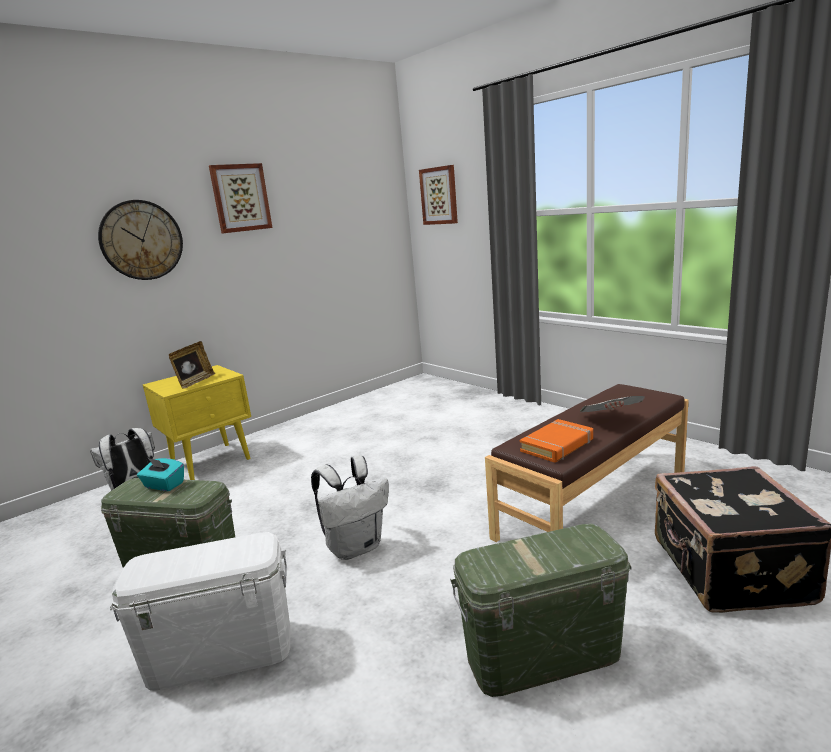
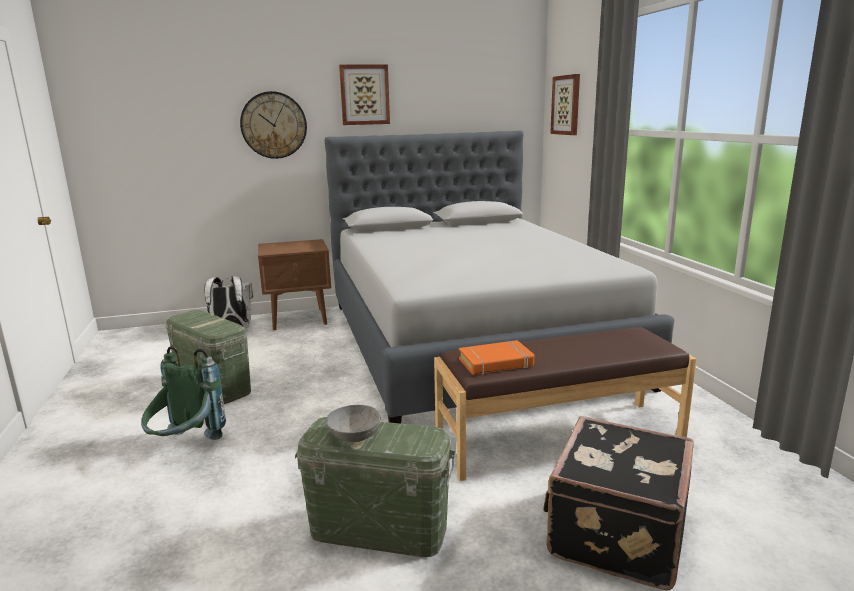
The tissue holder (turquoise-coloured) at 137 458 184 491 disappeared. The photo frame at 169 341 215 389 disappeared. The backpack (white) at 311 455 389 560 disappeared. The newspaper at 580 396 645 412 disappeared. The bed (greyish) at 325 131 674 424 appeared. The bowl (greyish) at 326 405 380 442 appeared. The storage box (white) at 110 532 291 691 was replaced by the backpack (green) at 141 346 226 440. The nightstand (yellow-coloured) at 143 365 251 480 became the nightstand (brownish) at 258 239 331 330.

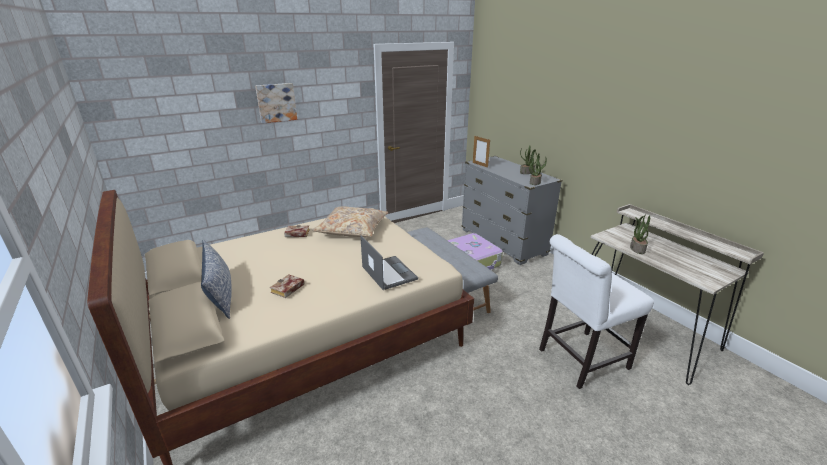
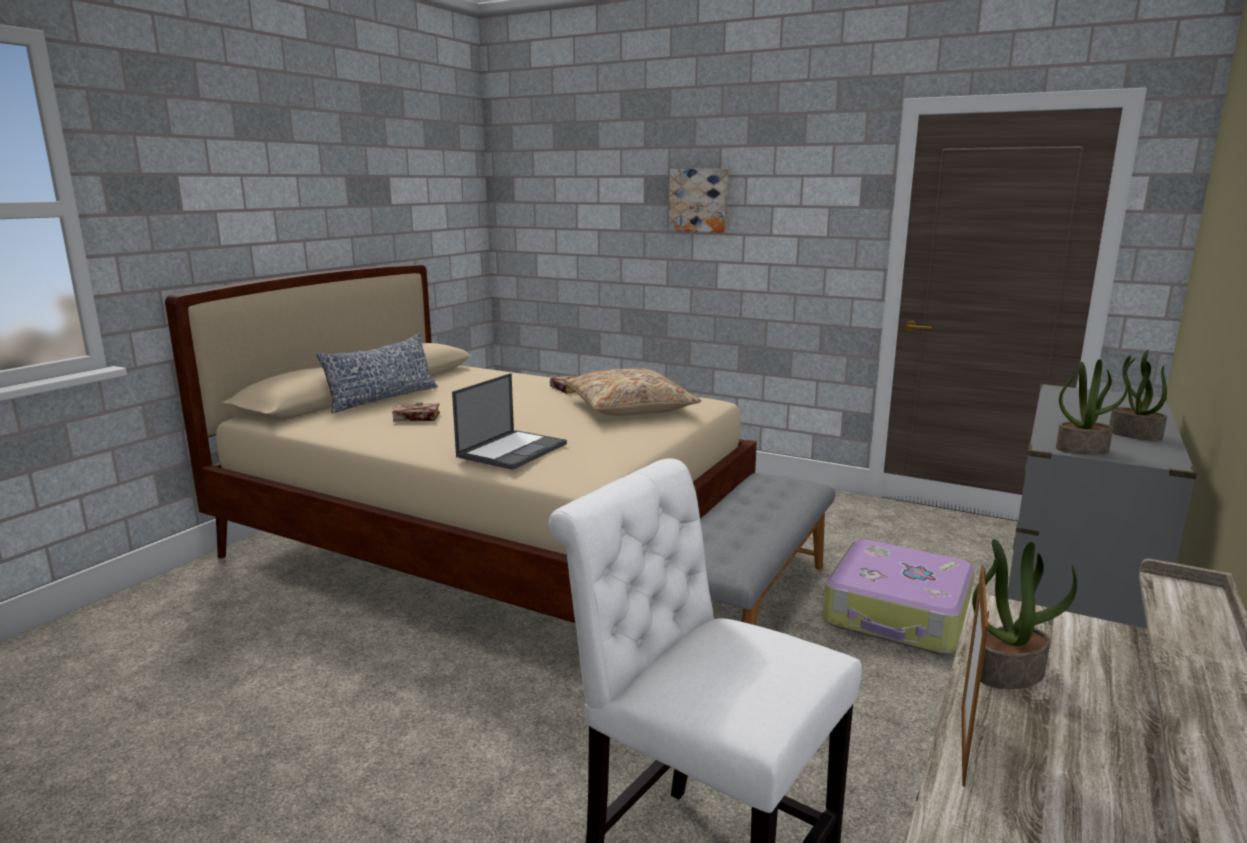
The photo frame moved from 473 136 490 168 to 961 565 989 787.

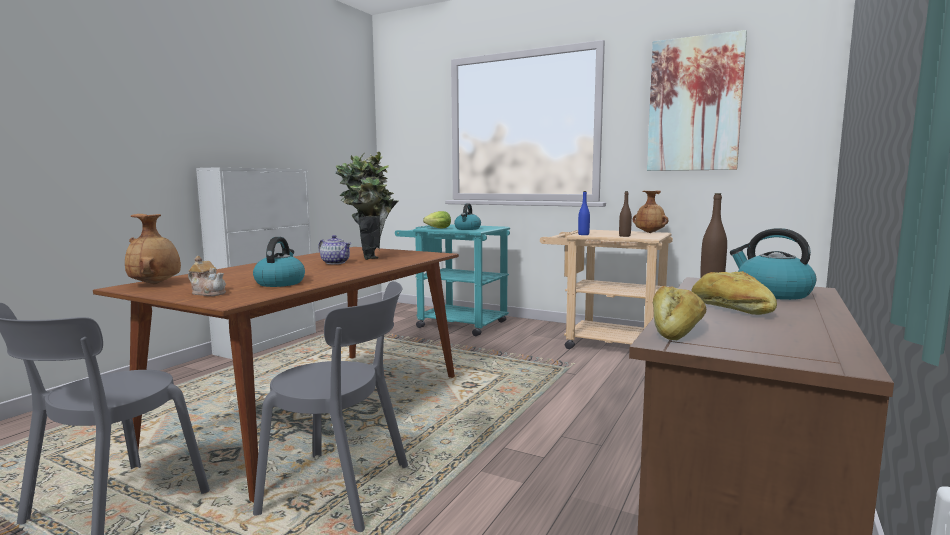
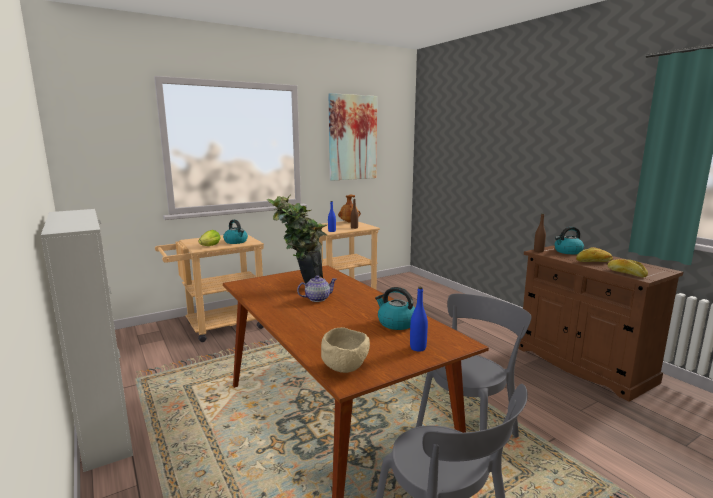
The decorative vase (brownish) at 125 214 181 284 was replaced by the bowl (sand-coloured) at 321 327 370 373. The tea pot at 188 256 226 296 was replaced by the beverage bottle (blue-coloured) at 410 287 428 352. The trolley (turquoise-coloured) at 395 225 510 336 became the trolley (sand-coloured) at 155 234 264 342.

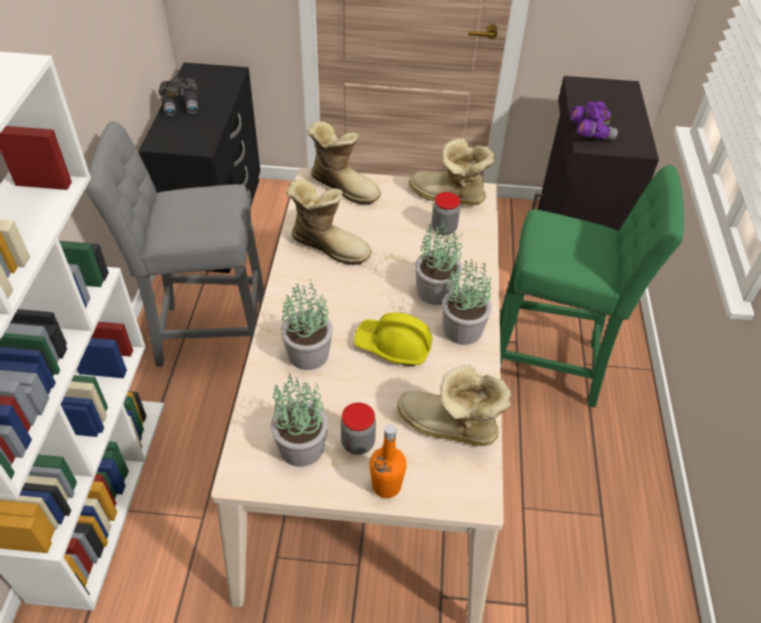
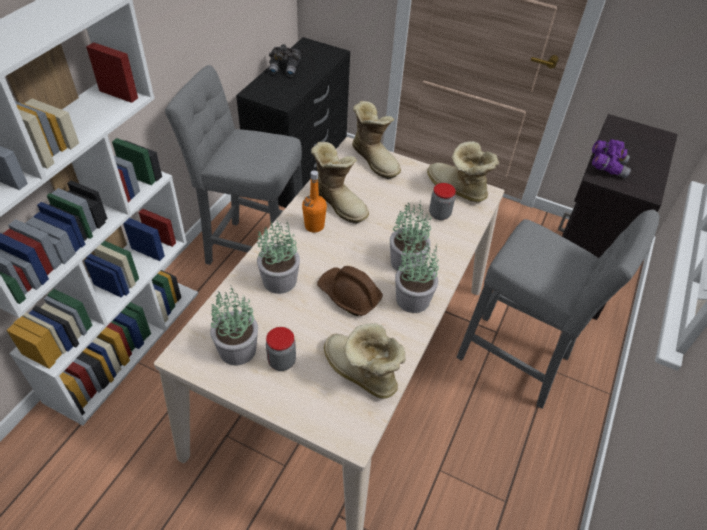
The beverage bottle (orange) moved from 369 424 407 498 to 302 170 327 233. The hard hat (yellow-coloured) at 354 312 433 367 became the hard hat (brownish) at 317 266 383 316. The stool (green) at 500 165 684 407 became the stool (greyish) at 456 210 660 409.

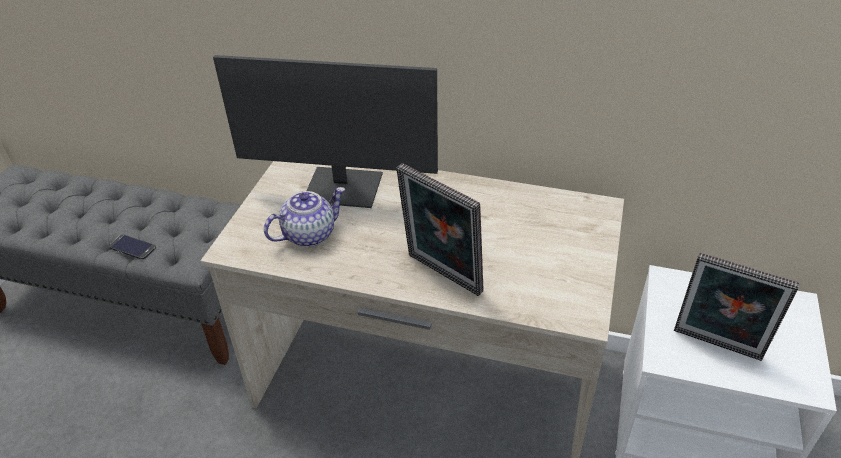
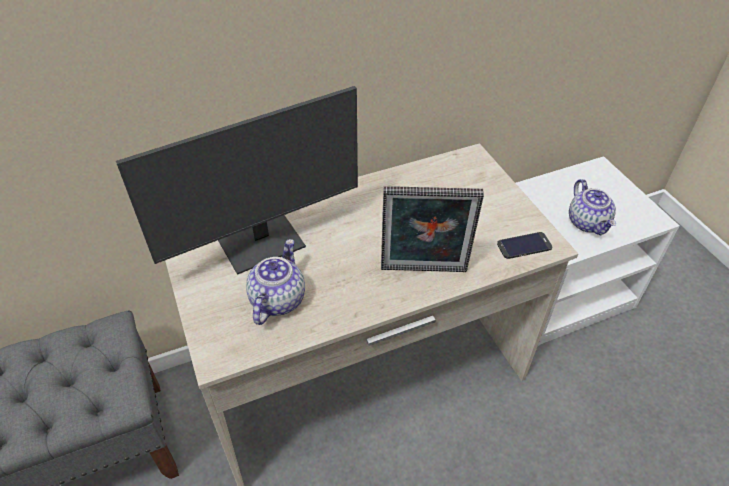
The handset moved from 109 235 156 259 to 497 232 552 259. The photo frame at 674 253 799 361 was replaced by the tea pot at 569 179 616 235.

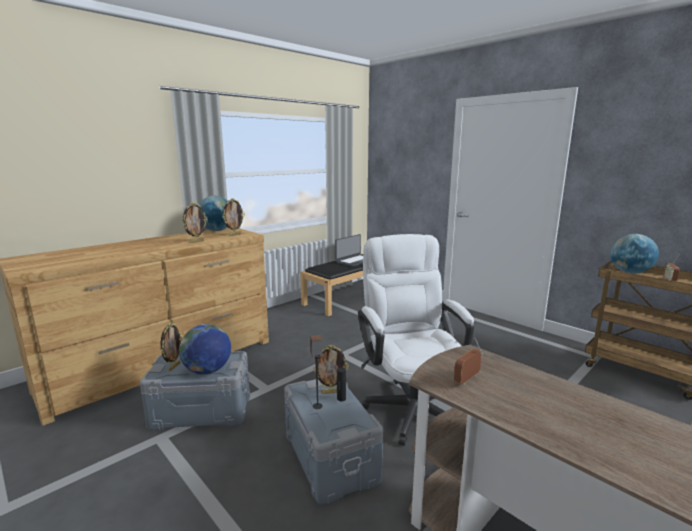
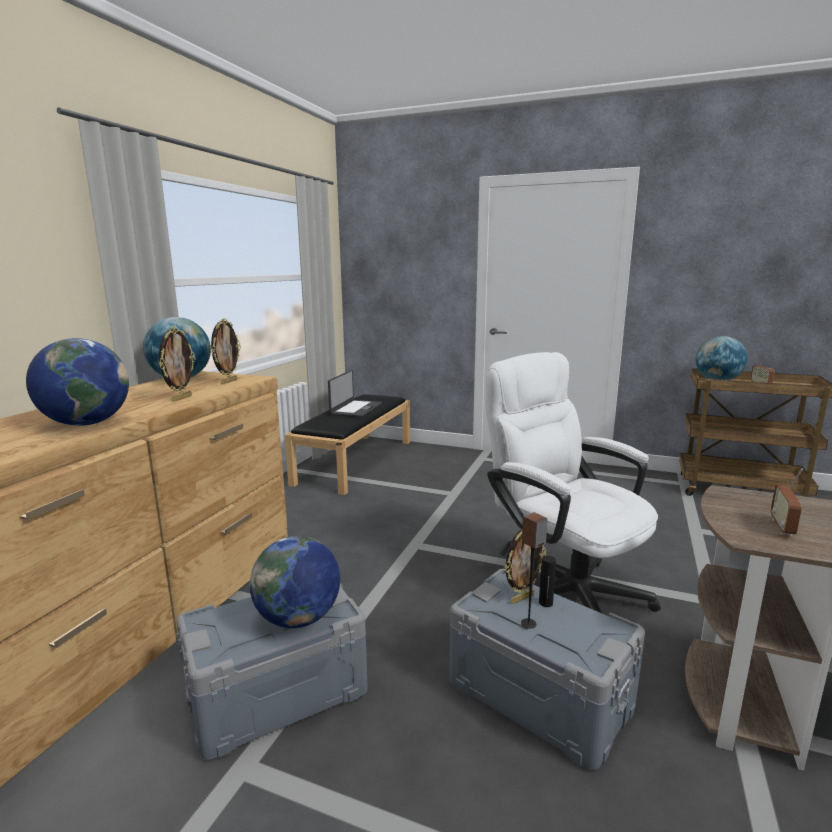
The photo frame at 161 323 182 371 disappeared. The world globe at 26 338 129 426 appeared.

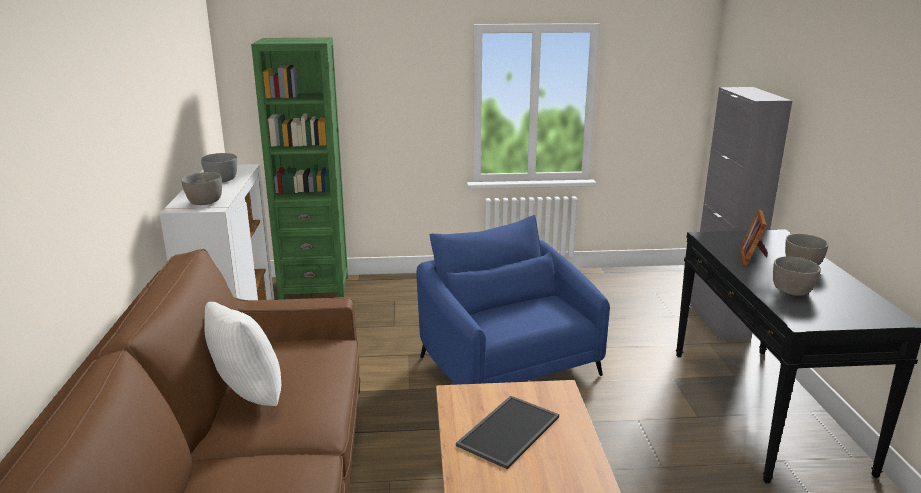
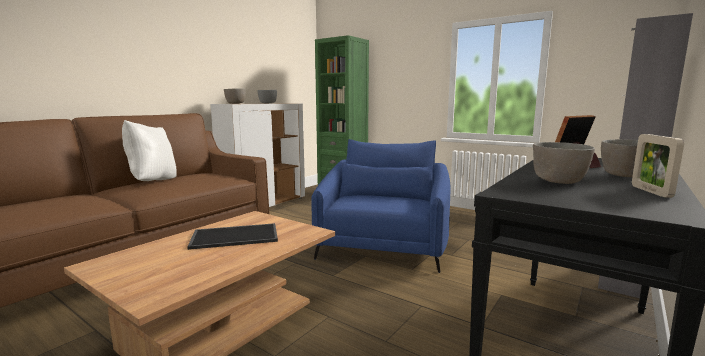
The photo frame at 632 134 684 198 appeared.

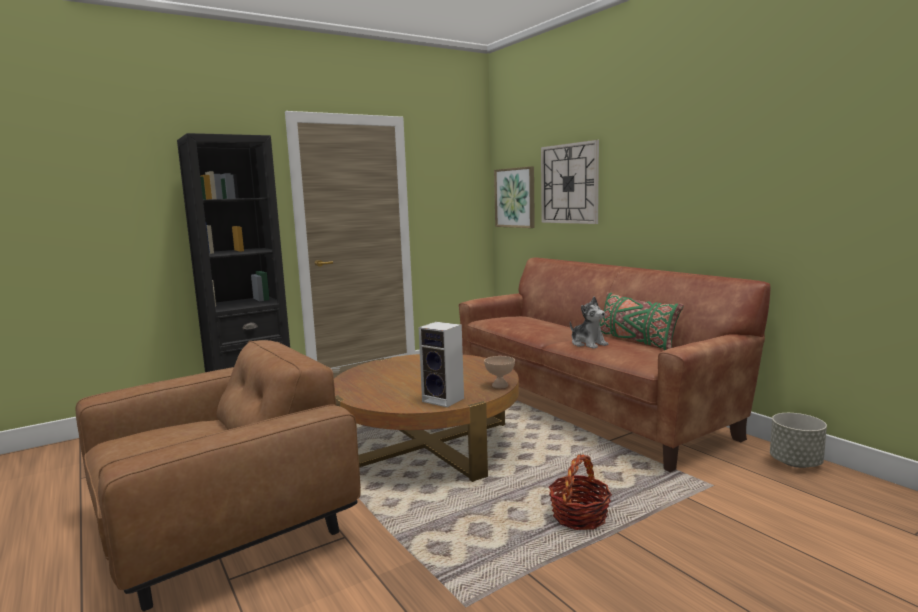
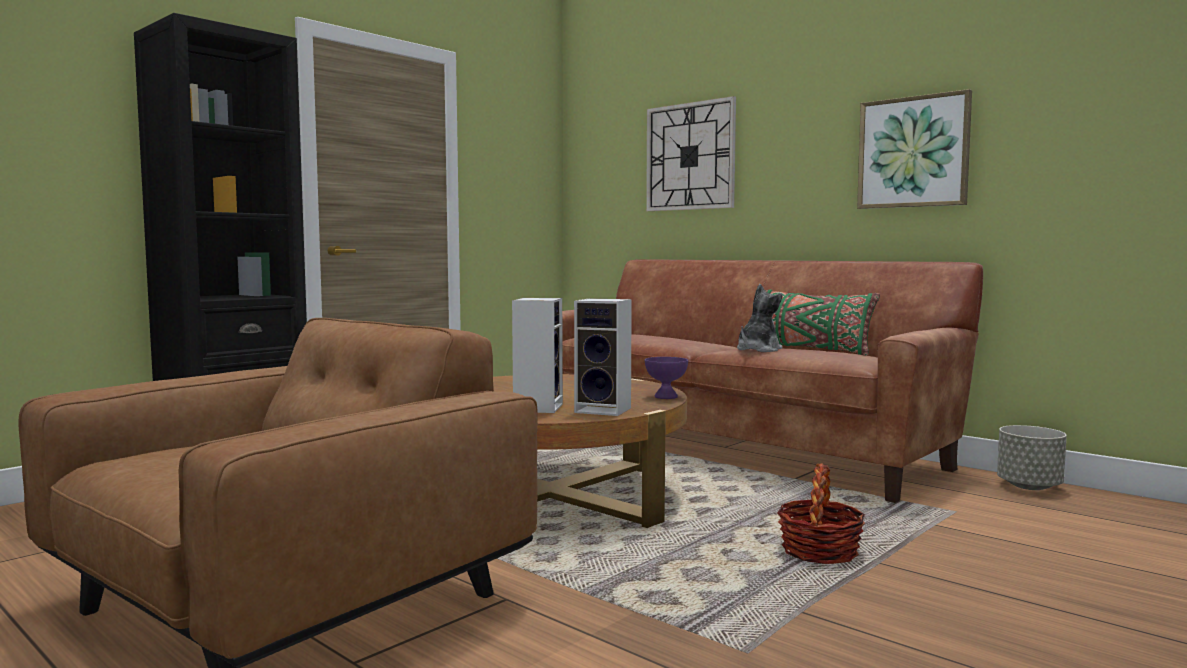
The audio speaker at 512 298 563 413 appeared. The wall picture moved from 494 166 535 228 to 857 89 972 209. The bowl (sand-coloured) at 484 356 515 388 became the bowl (purple) at 645 357 688 399. The cuddly toy at 570 297 608 349 turned 90 degrees counterclockwise.

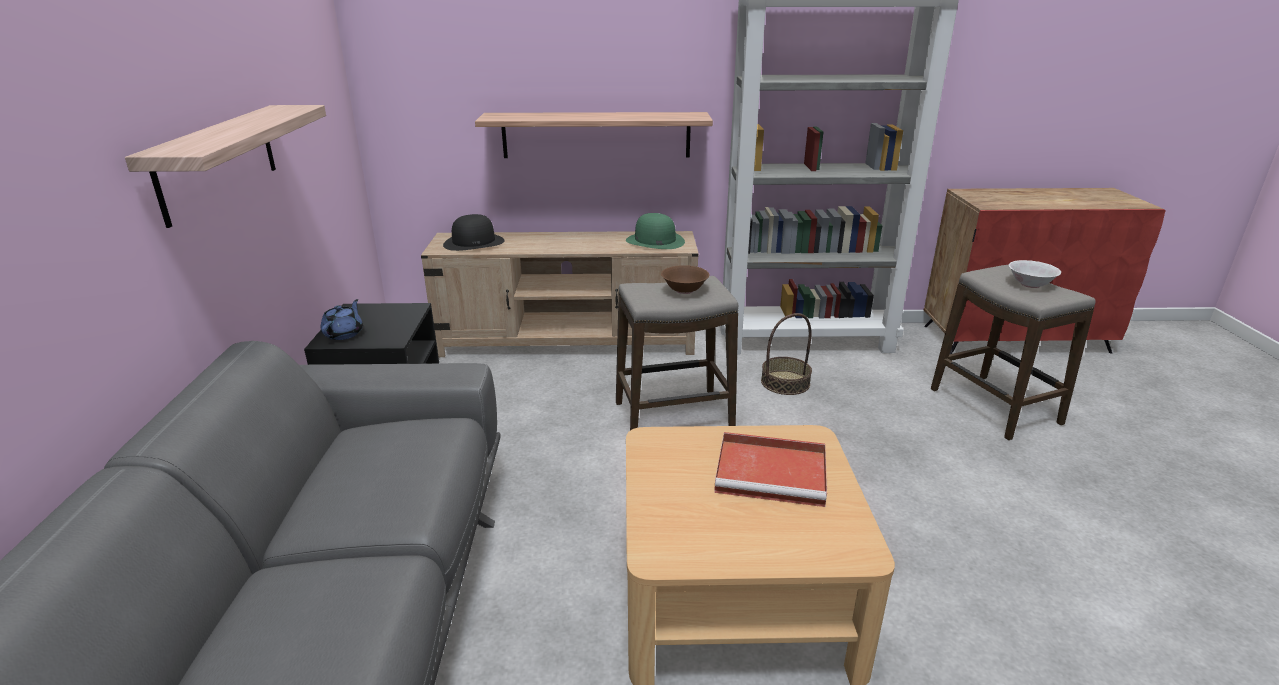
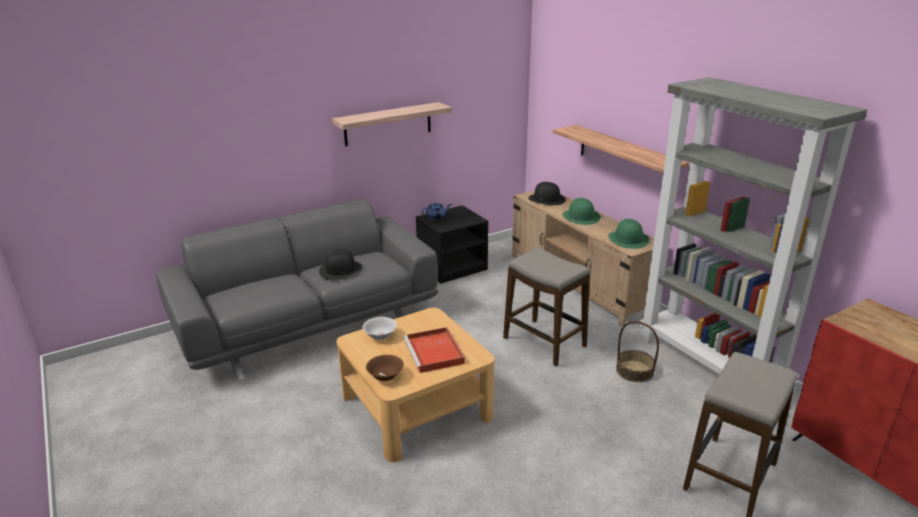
The wearable hat (black-coloured) at 319 249 362 280 appeared. The wearable hat (green) at 562 198 600 225 appeared. The bowl (brownish) moved from 661 265 709 294 to 366 355 404 381. The bowl (white) moved from 1009 260 1061 288 to 362 317 397 340.

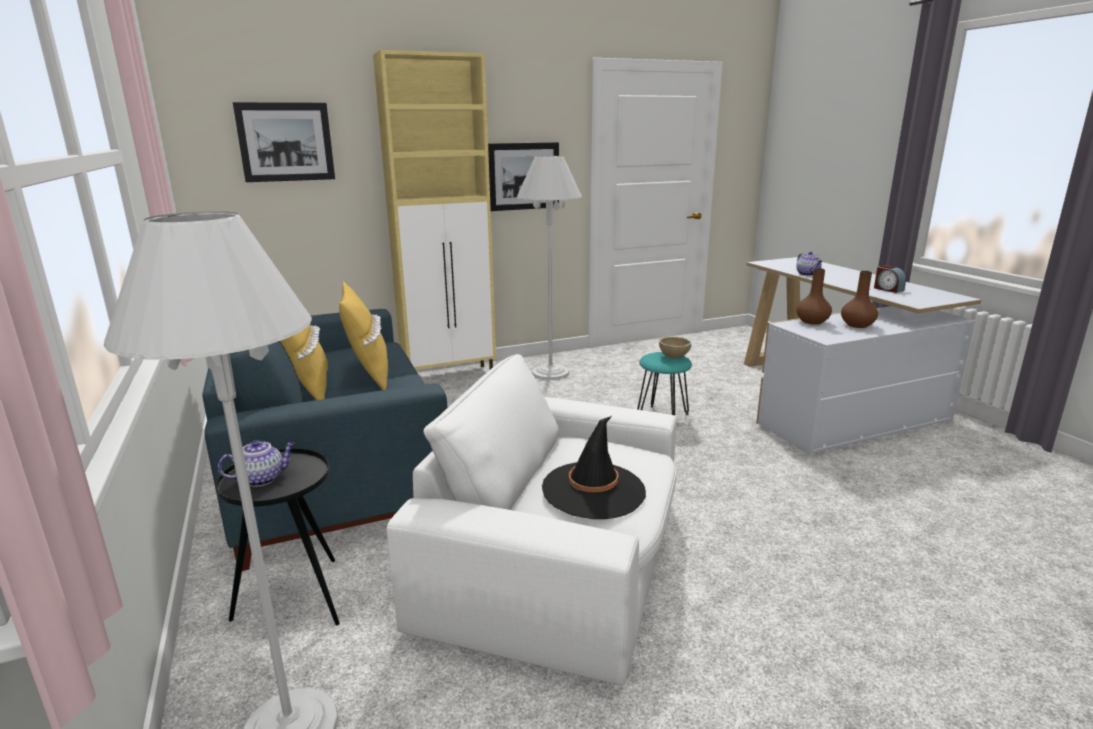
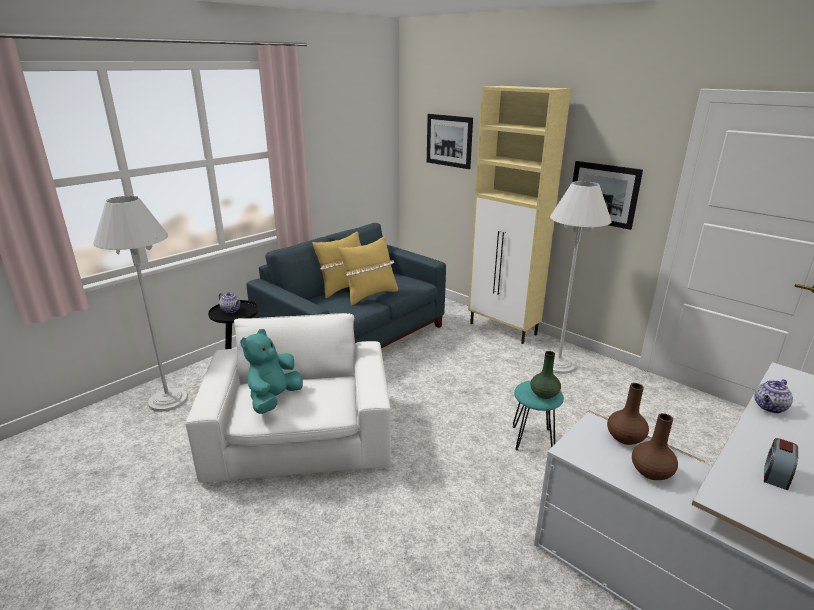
The wearable hat (black-coloured) at 542 416 646 519 was replaced by the cuddly toy (turquoise-coloured) at 240 329 303 414. The bowl (sand-coloured) at 659 337 691 358 was replaced by the decorative vase (green) at 530 351 561 399.

